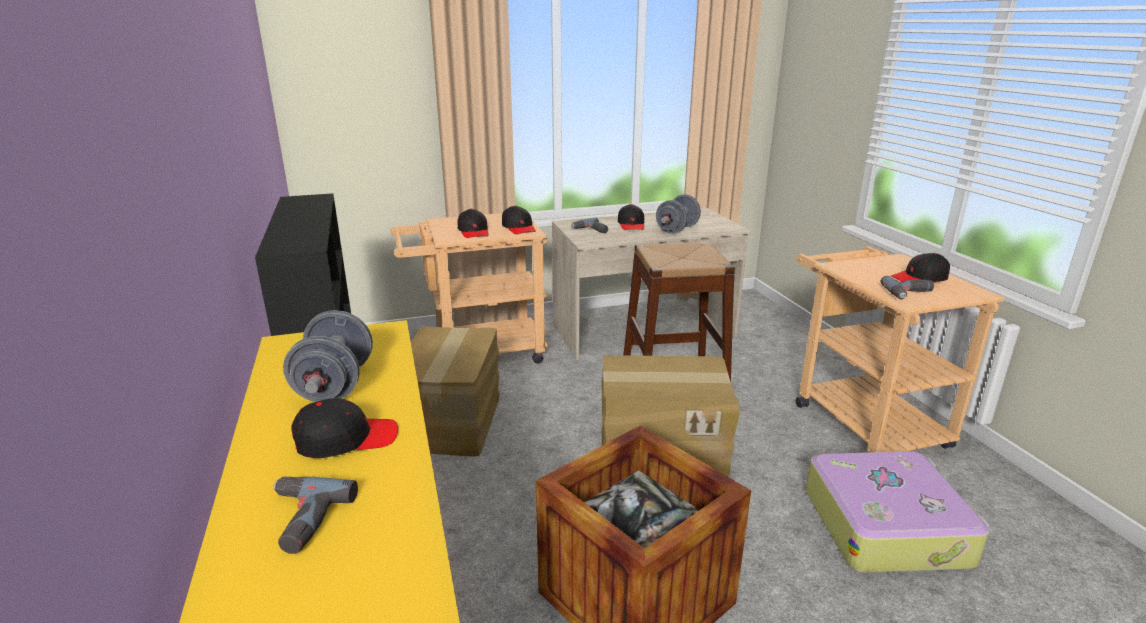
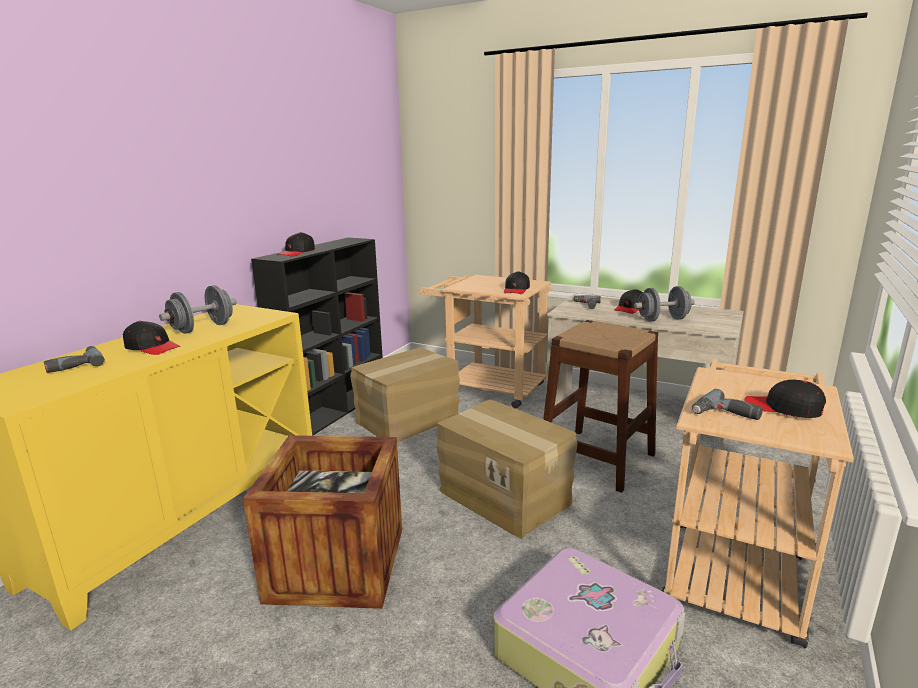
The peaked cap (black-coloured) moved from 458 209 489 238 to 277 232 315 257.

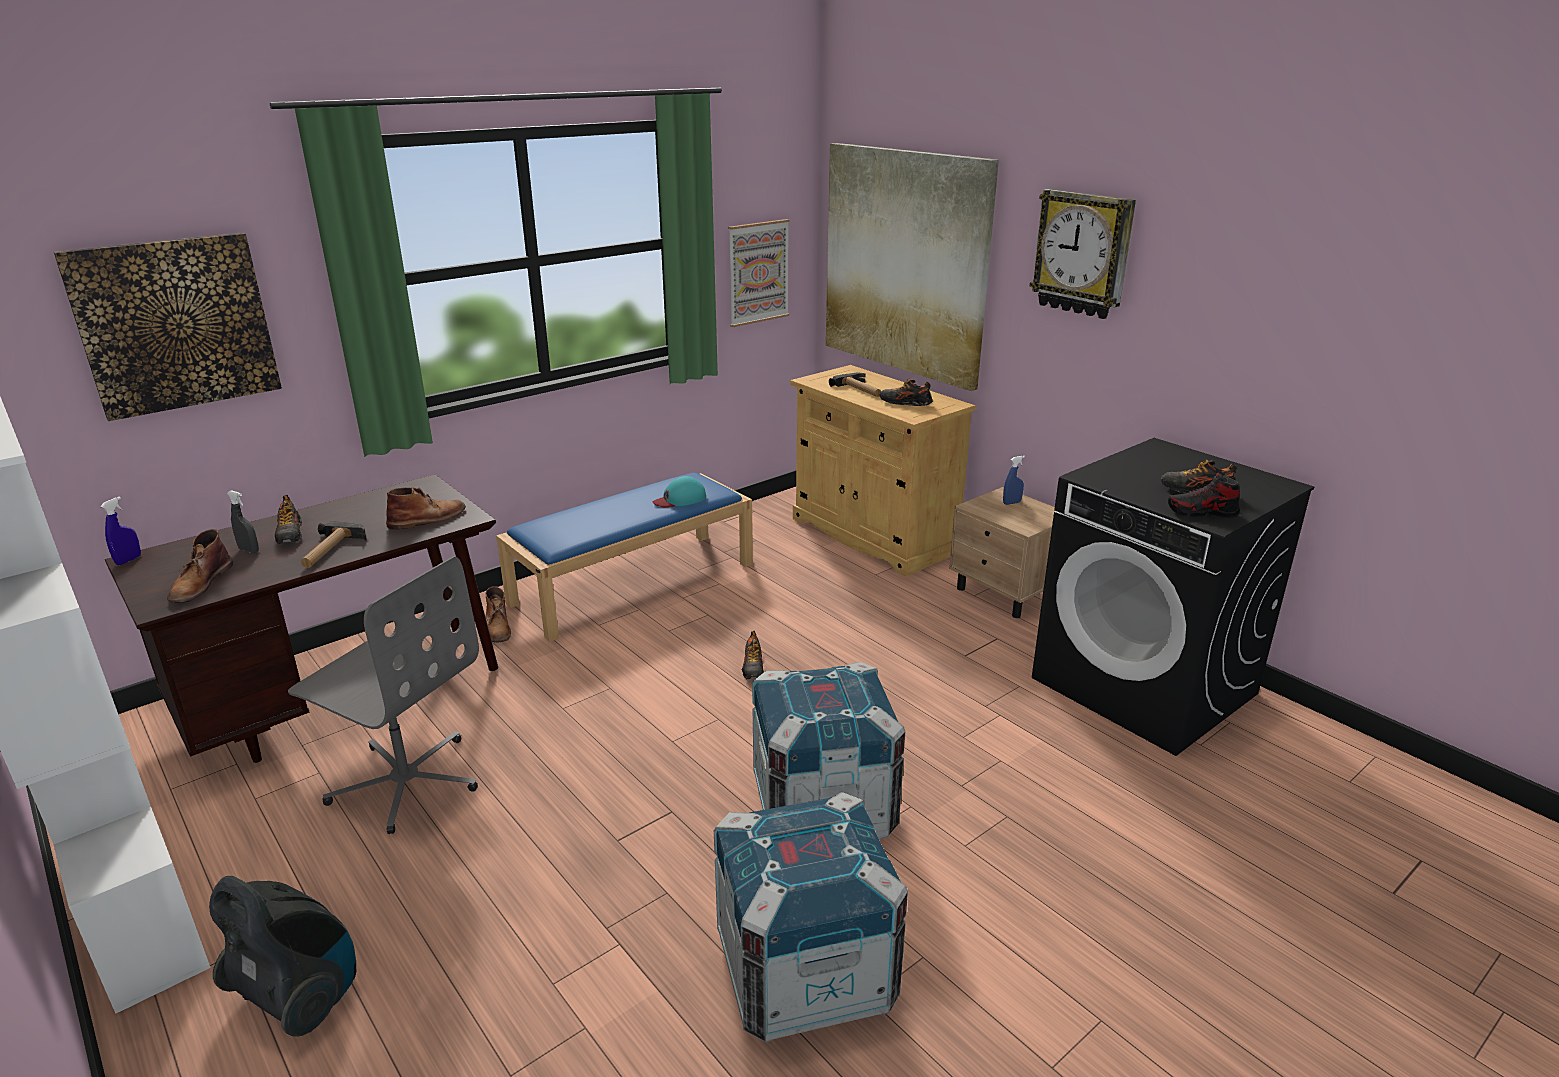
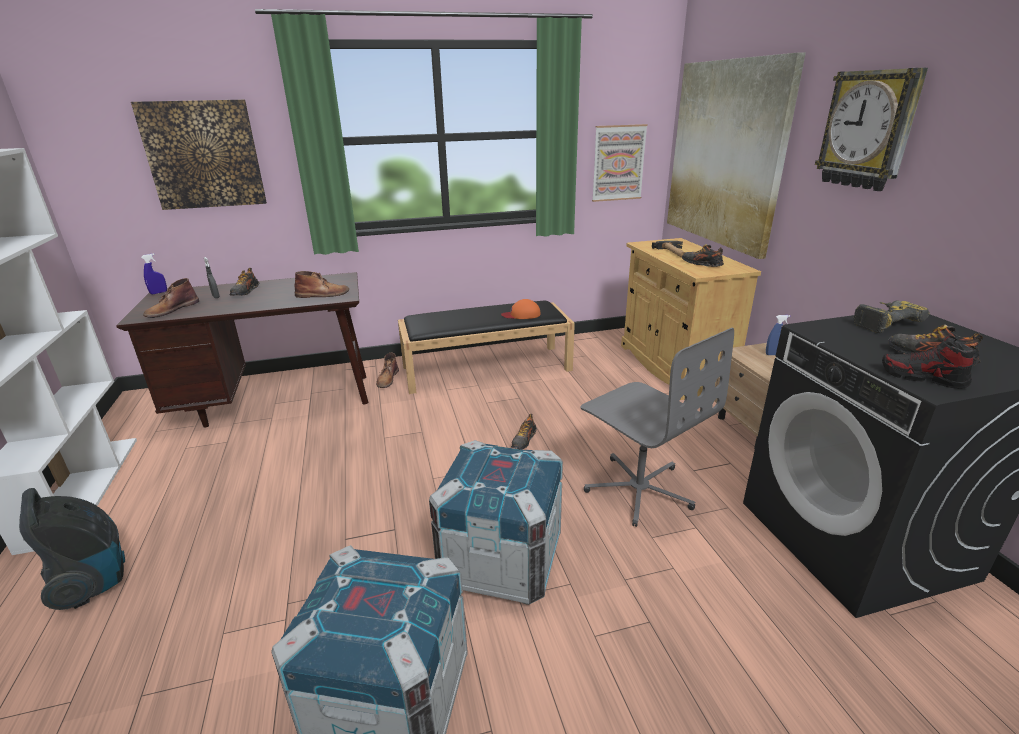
The hand hammer at 301 521 367 568 disappeared. The power drill at 853 301 930 333 appeared. The computer chair (greyish) moved from 288 556 479 834 to 580 328 734 527. The long seat (blue-coloured) at 496 473 753 642 became the long seat (black-coloured) at 398 301 575 394. The peaked cap (turquoise-coloured) at 653 476 706 507 became the peaked cap (orange) at 501 299 541 319.

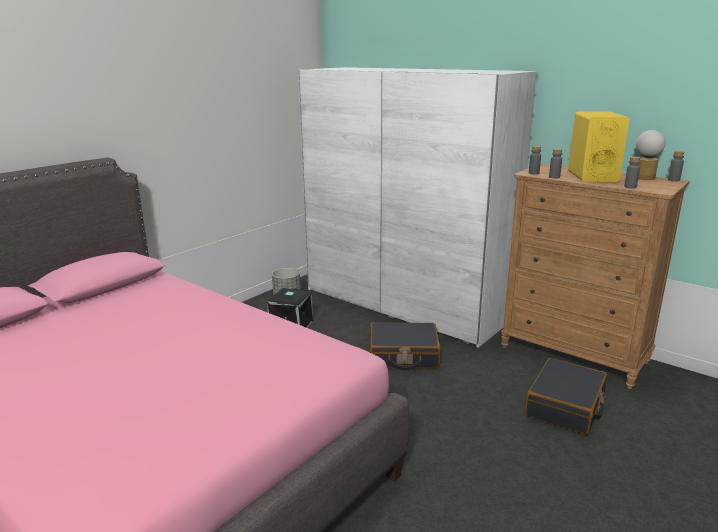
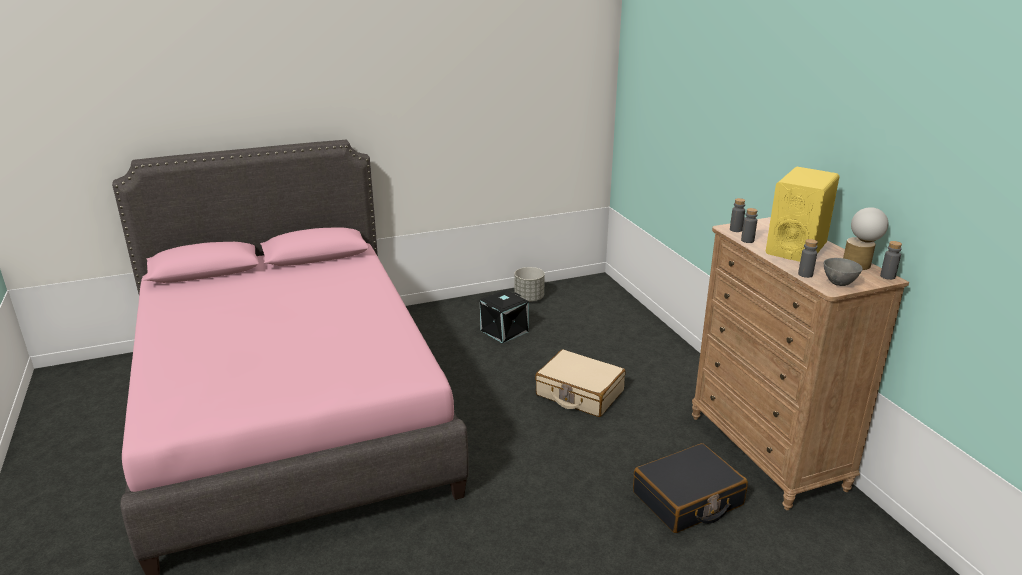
The armoire (white) at 298 67 537 348 disappeared. The bowl (greyish) at 824 258 863 286 appeared. The travel case (black-coloured) at 370 322 441 370 became the travel case (sand-coloured) at 535 349 625 417.

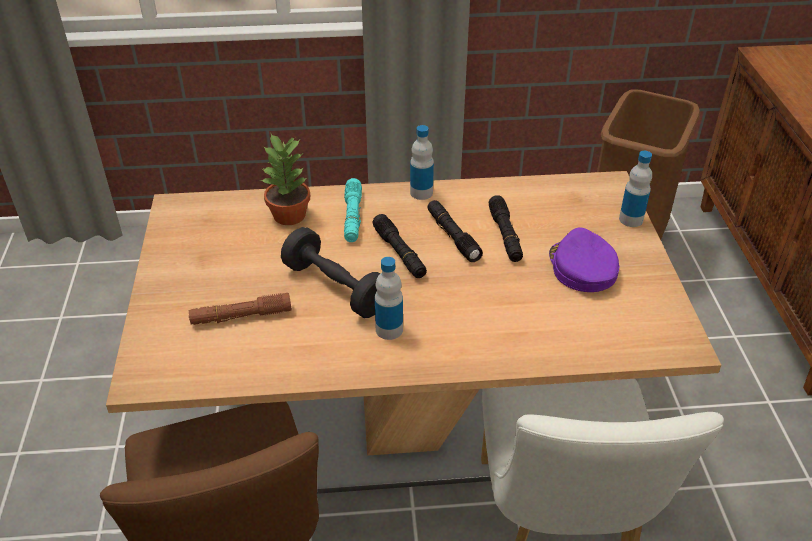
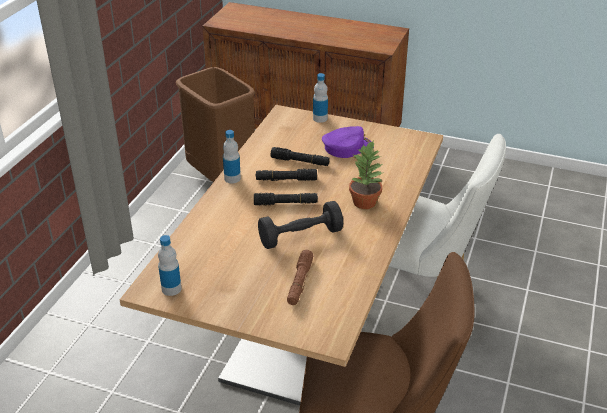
The torch (turquoise-coloured) at 344 178 362 242 disappeared. The plant in a pot moved from 260 134 310 225 to 349 141 384 209. The beverage bottle moved from 375 257 403 340 to 158 235 182 296. The peaked cap (purple) at 549 227 619 292 turned 150 degrees clockwise.

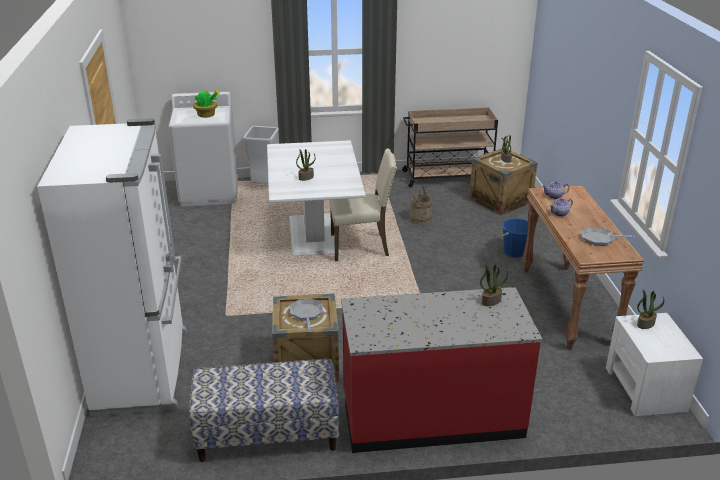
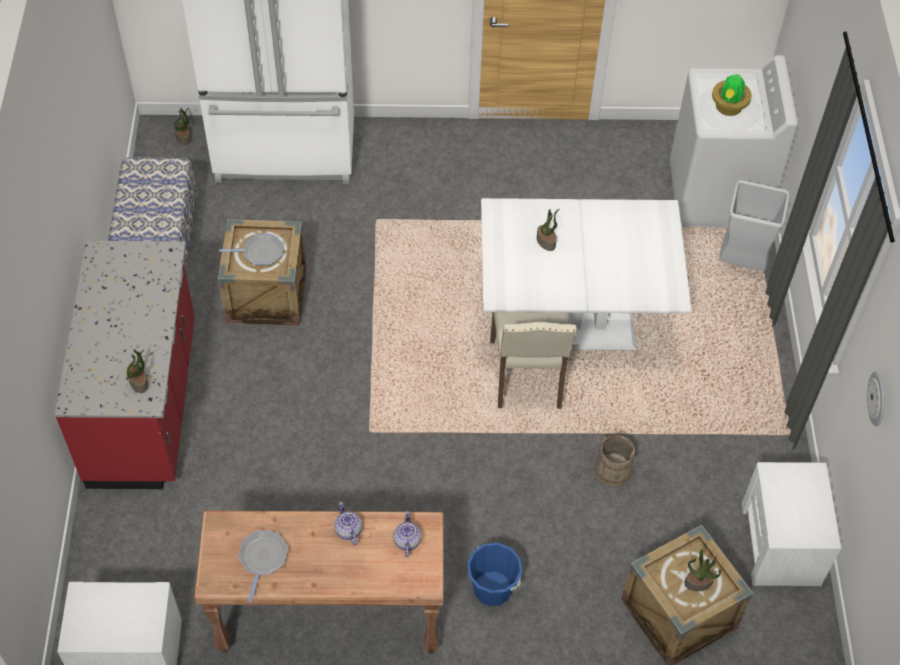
The hanging clock at 867 371 885 426 appeared. The plant in a pot moved from 637 290 664 329 to 174 108 191 145. The trolley (sand-coloured) at 402 107 498 187 was replaced by the nightstand (white) at 741 462 841 586.

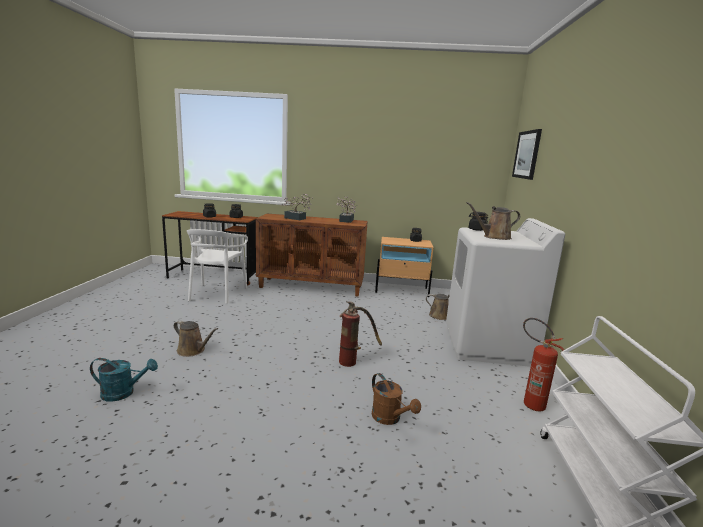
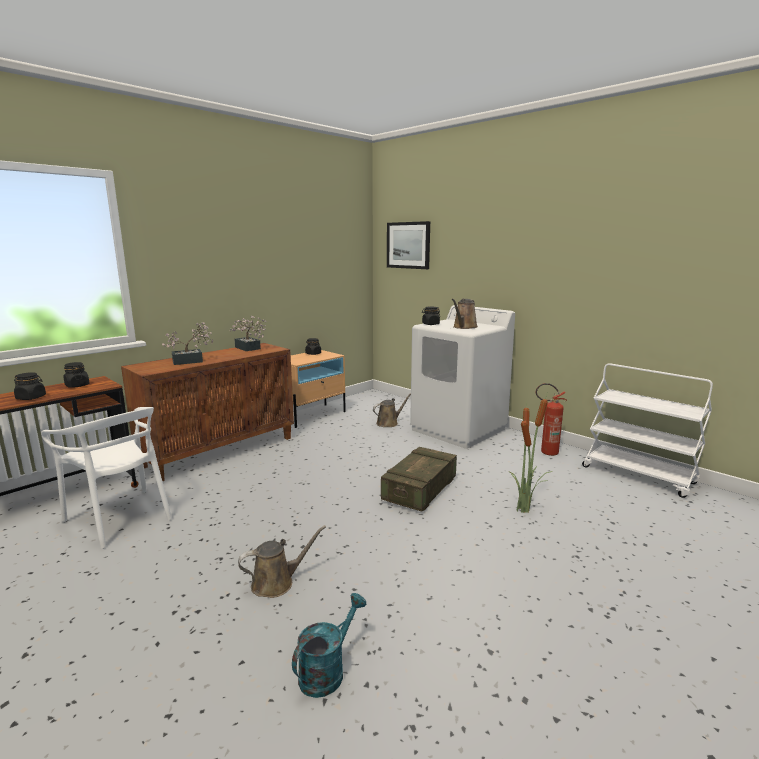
The fire-fighting cylinder at 339 301 382 367 was replaced by the packing crate at 381 447 457 512. The sprinkling can (brownish) at 372 373 421 425 was replaced by the plant in a pot at 509 391 553 513.

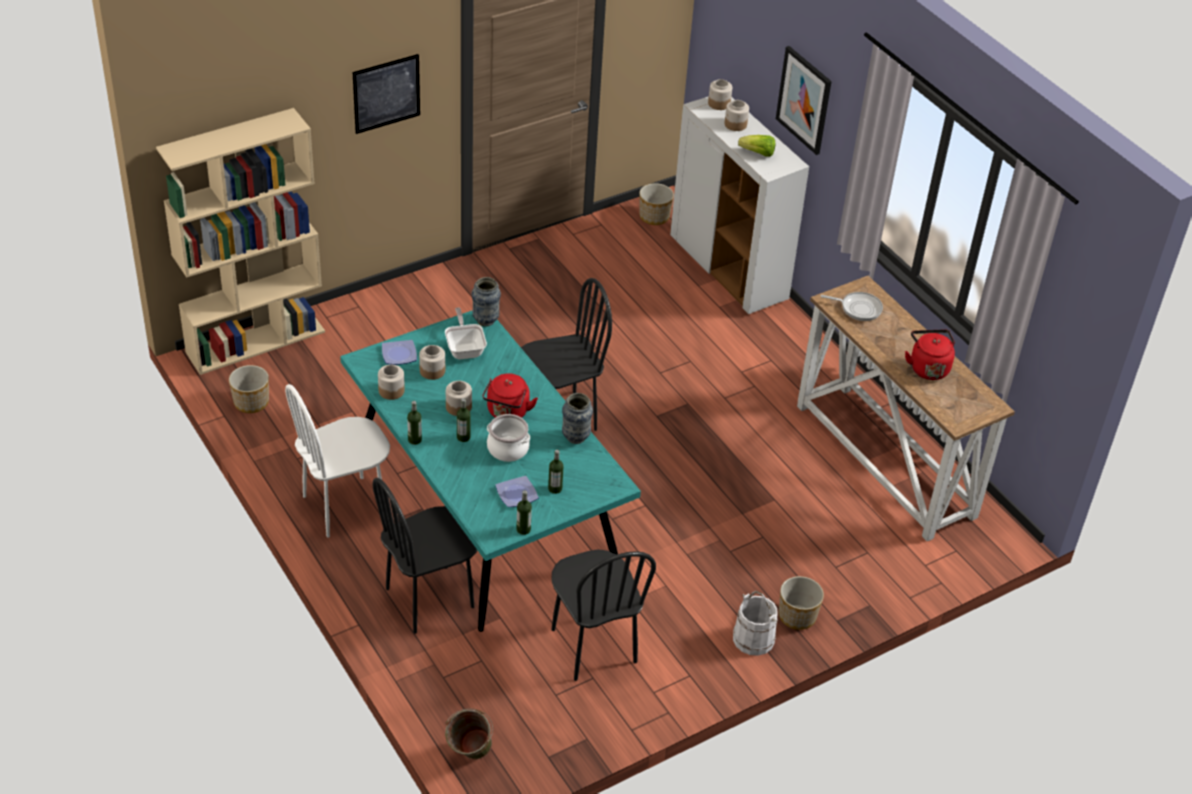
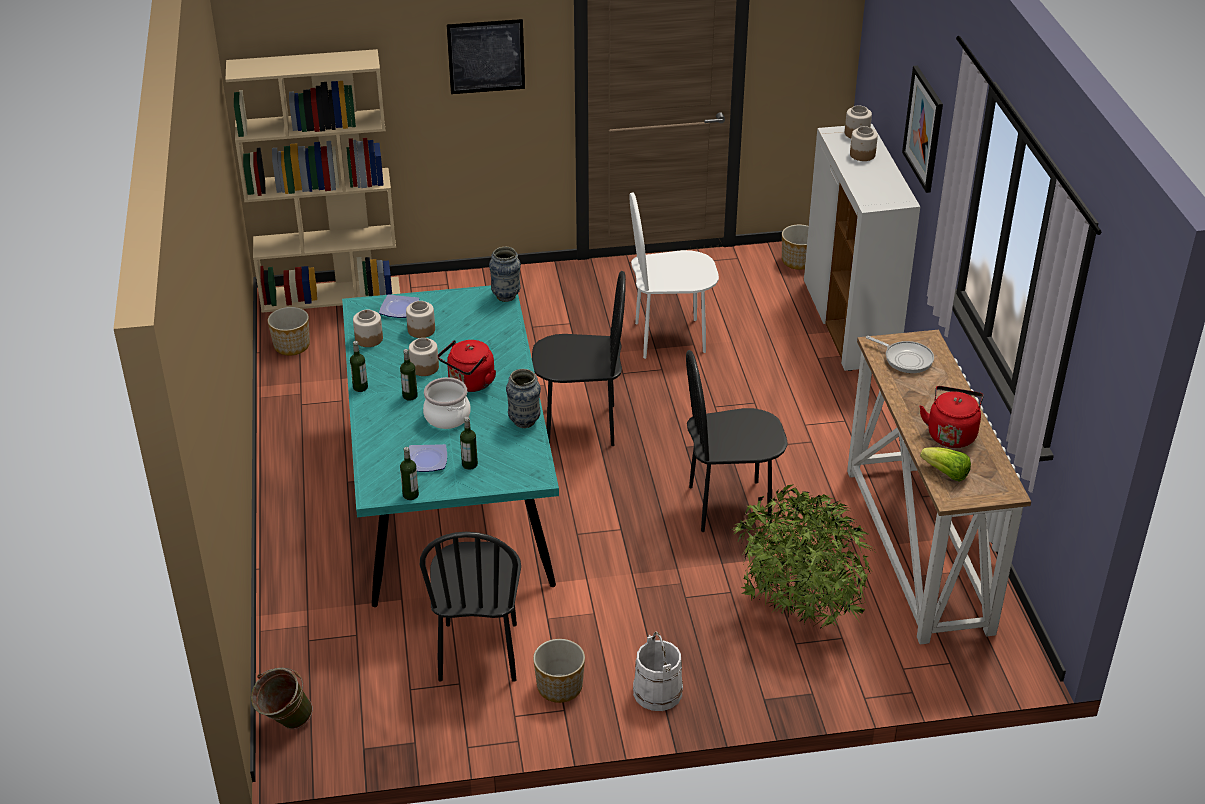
The pan at 445 307 487 359 disappeared. The plant in a pot at 731 484 874 630 appeared. The plain chair (white) moved from 285 384 390 538 to 629 192 719 359. The plain chair (black-coloured) moved from 373 478 477 634 to 686 350 788 532. The lettuce head moved from 738 135 776 157 to 920 447 971 481. The flower pot moved from 779 576 824 630 to 533 639 585 703.

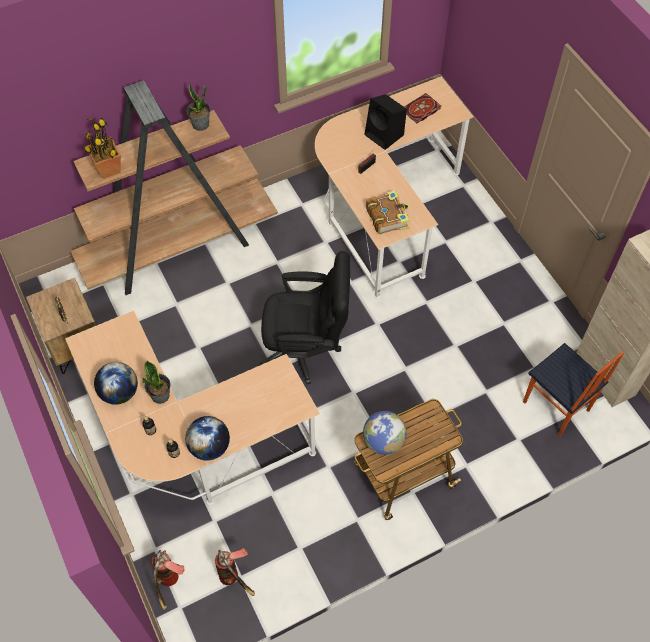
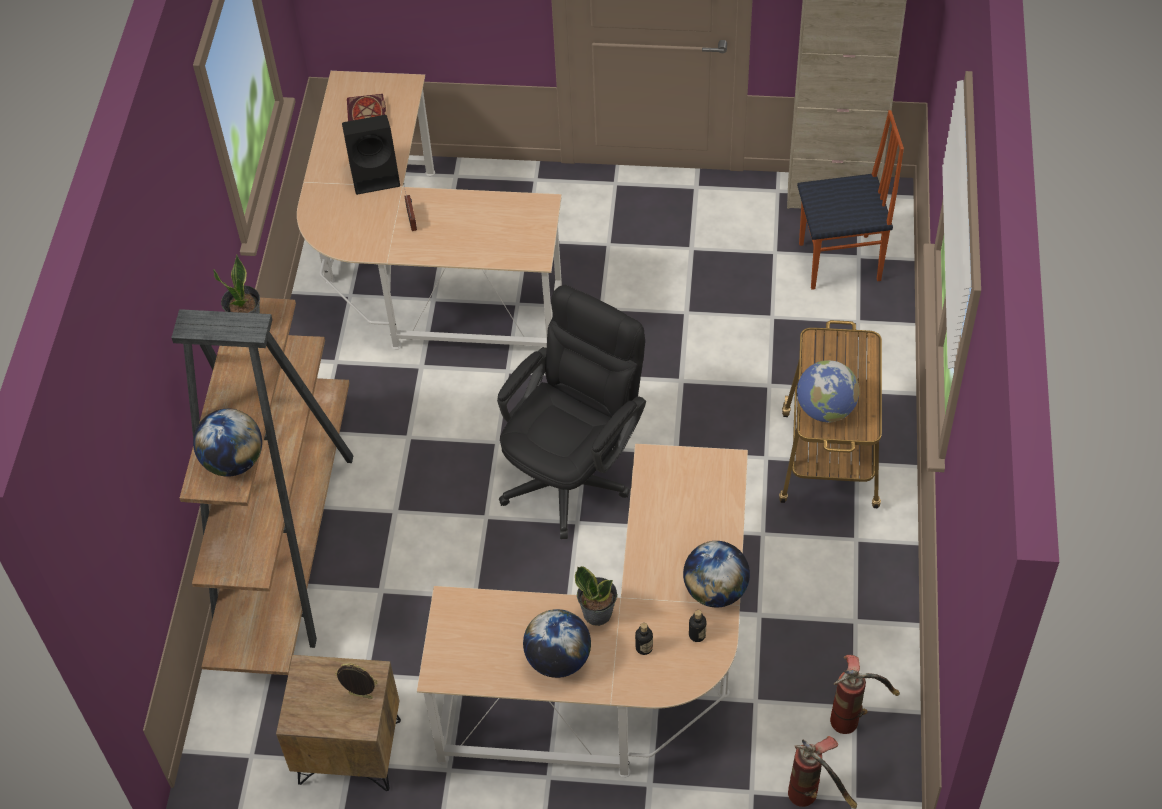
The volume at 366 190 409 234 disappeared. The plant in a pot at 84 118 121 179 was replaced by the world globe at 193 409 262 477.

